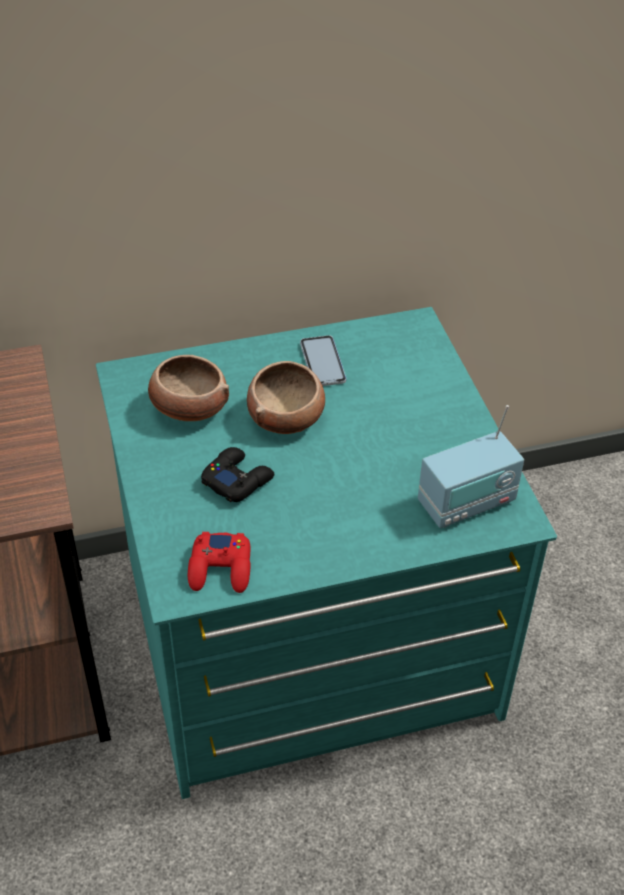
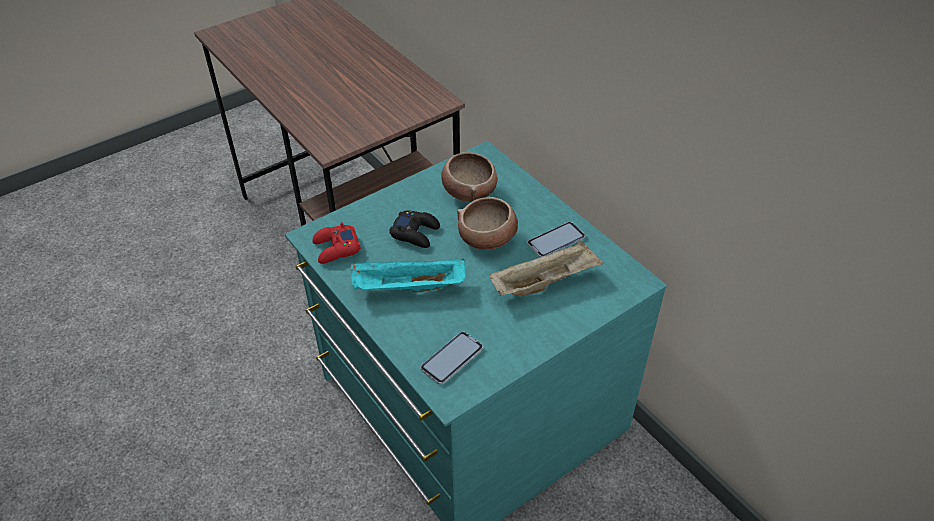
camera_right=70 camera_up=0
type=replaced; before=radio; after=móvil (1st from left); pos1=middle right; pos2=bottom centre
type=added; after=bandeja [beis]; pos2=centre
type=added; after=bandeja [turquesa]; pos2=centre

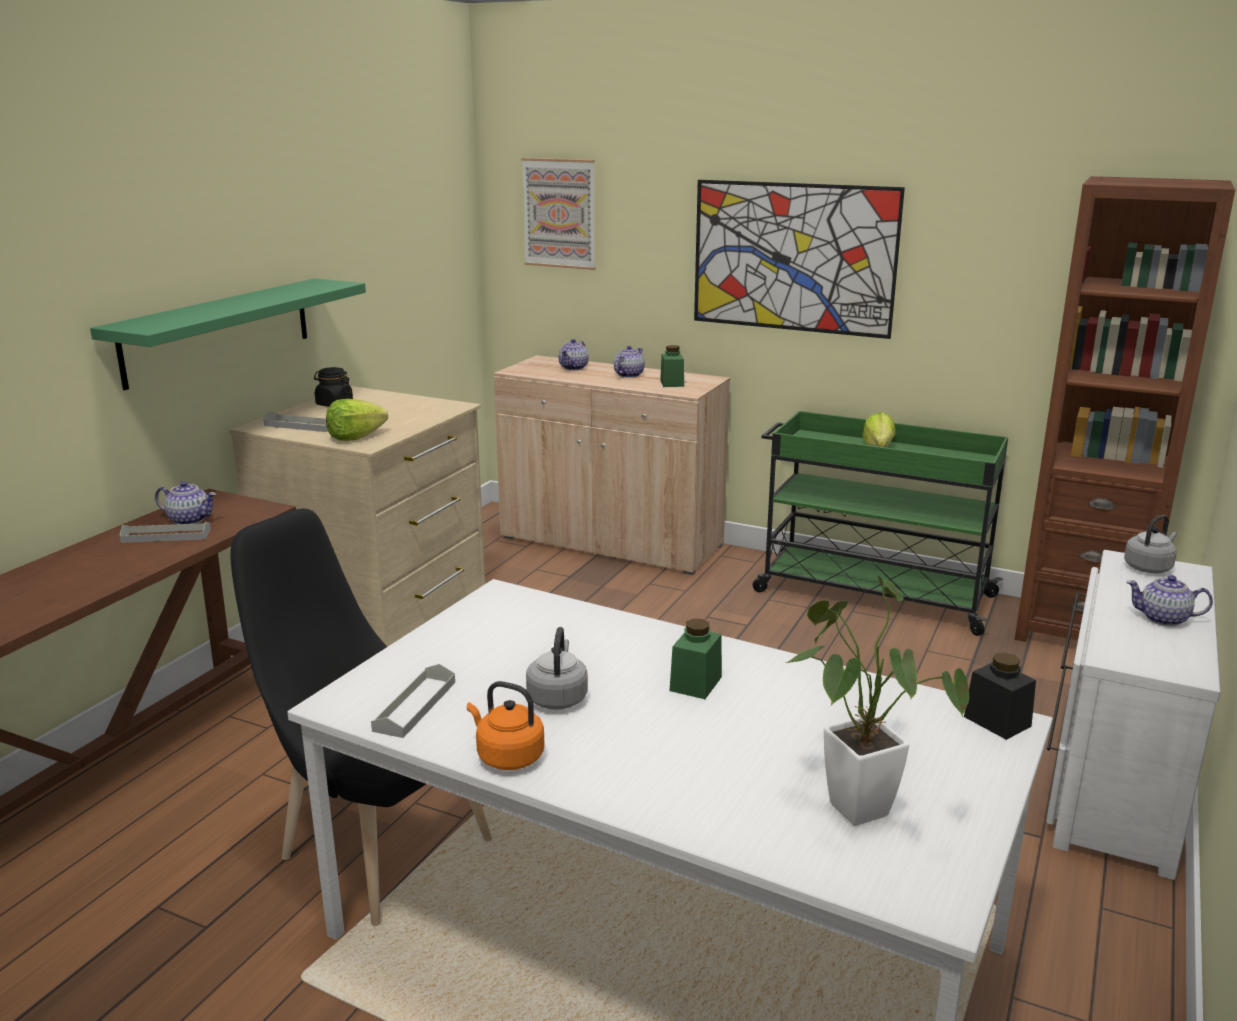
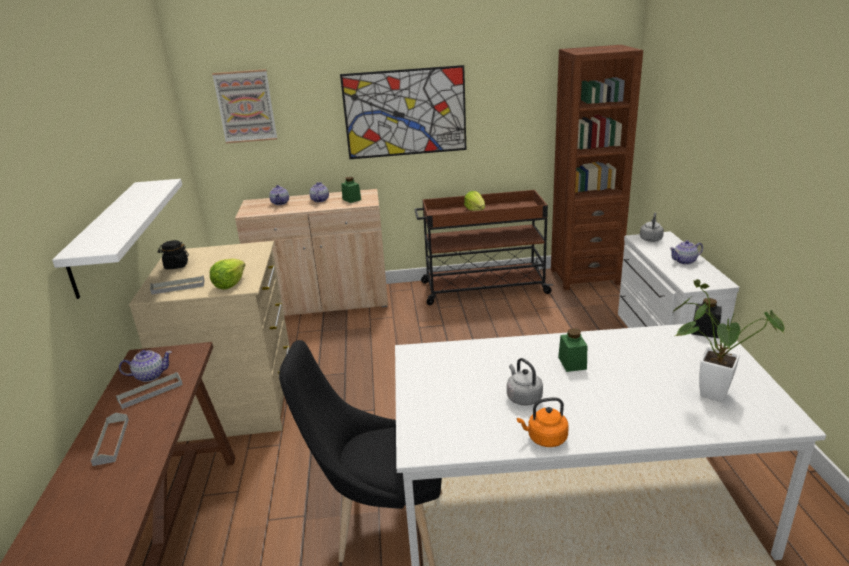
camera_right=-30 camera_up=5
type=recoloured; before=estante [verde]; after=estante [blanco]; pos1=top left; pos2=middle left
type=recoloured; before=carrito [verde]; after=carrito [marrón]; pos1=middle right; pos2=centre
type=moved; before=bandeja [gris] (3rd from left in the first image); after=bandeja [gris] (1st from left); pos1=bottom centre; pos2=bottom left

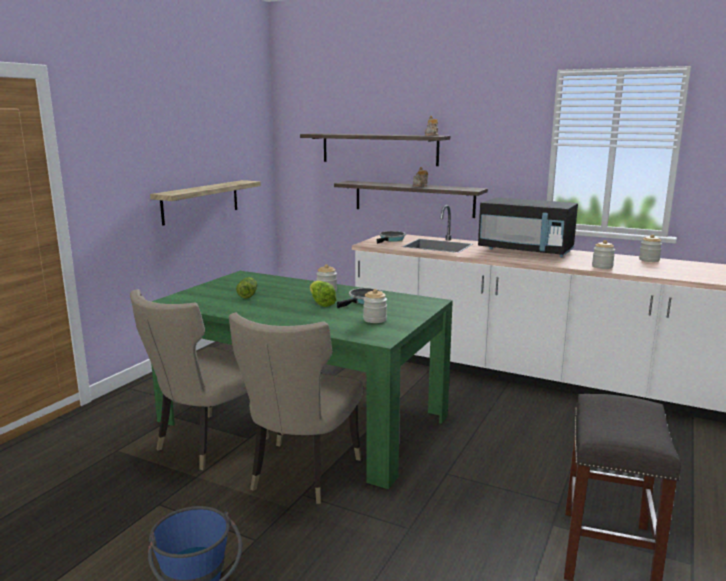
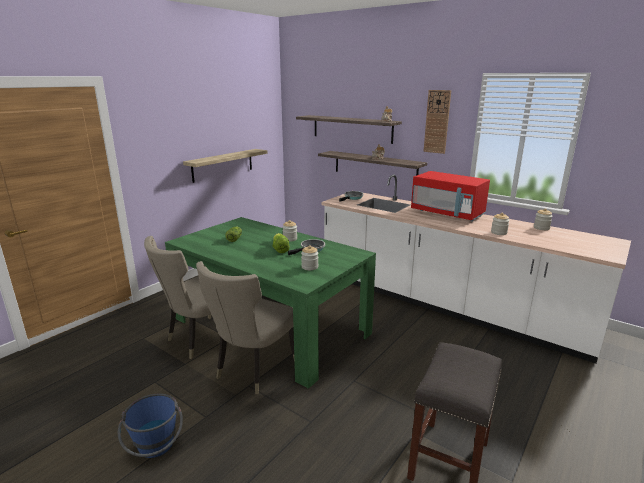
camera_right=10 camera_up=5
type=recoloured; before=microondas [negro]; after=microondas [rojo]; pos1=middle right; pos2=middle right
type=added; after=reloj de pared; pos2=top right

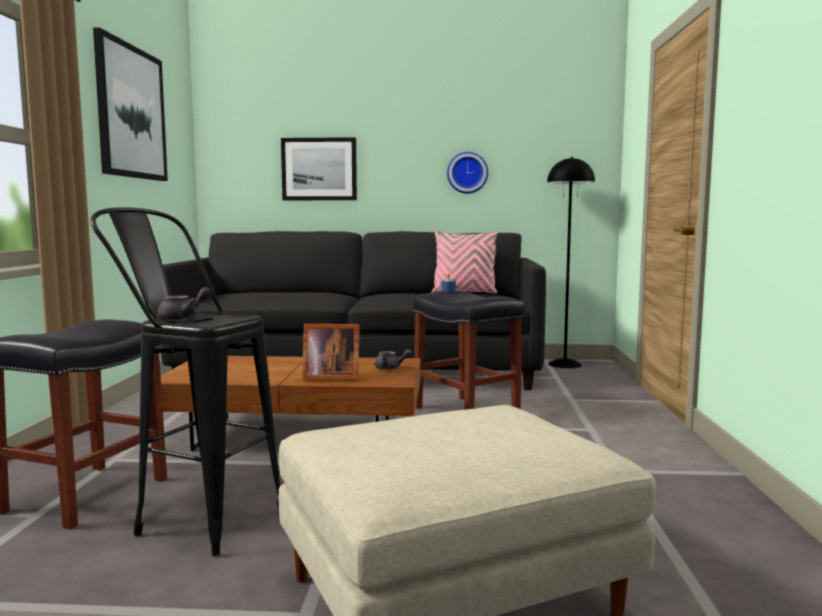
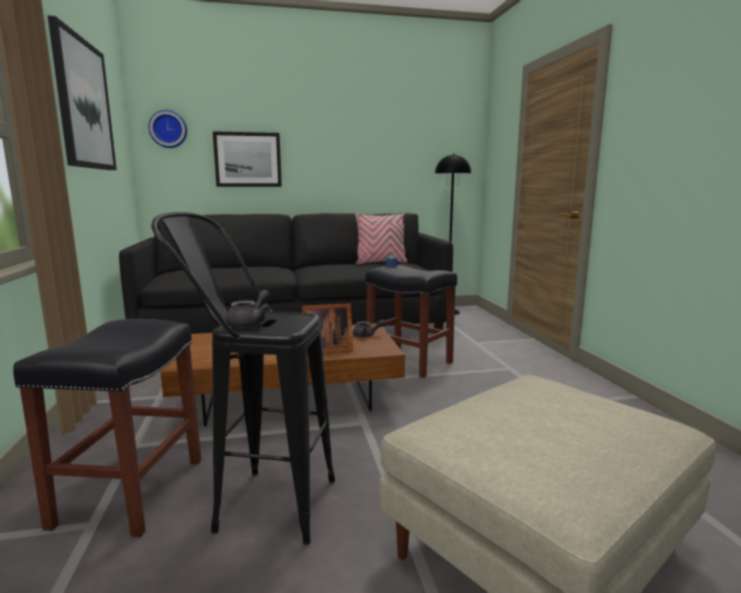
camera_right=-15 camera_up=5
type=moved; before=reloj de pared; pos1=top centre; pos2=top left

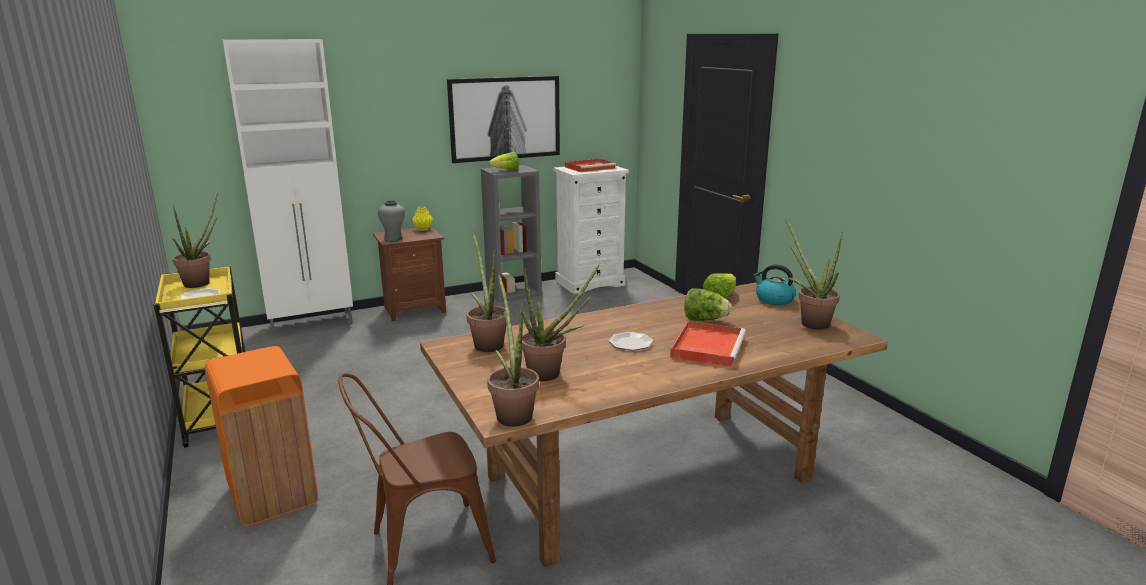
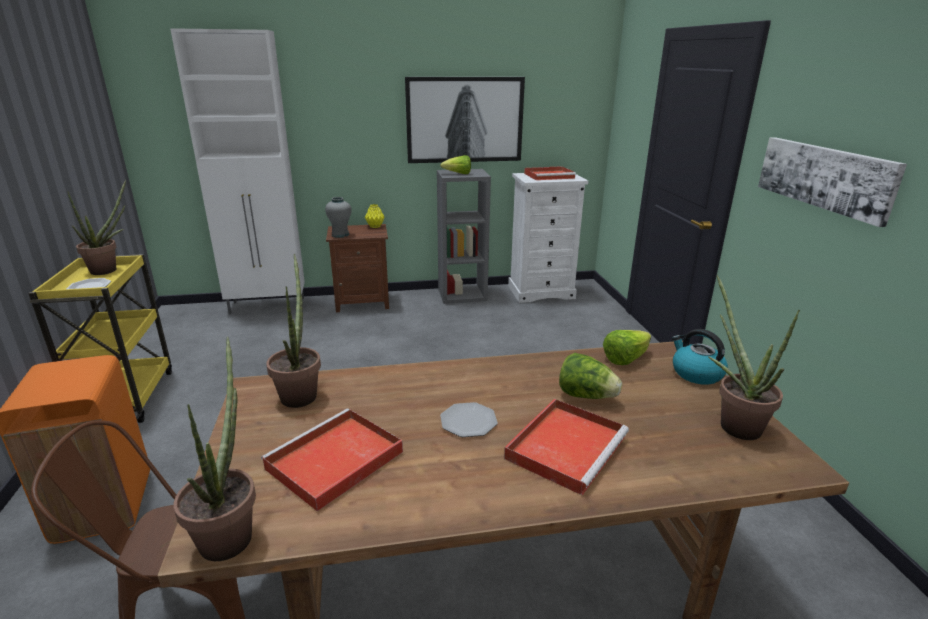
camera_right=15 camera_up=5
type=replaced; before=planta en maceta (4th from left); after=bandeja [rojo] (1st from left); pos1=centre; pos2=bottom centre
type=added; after=cuadro (2nd from left); pos2=top right

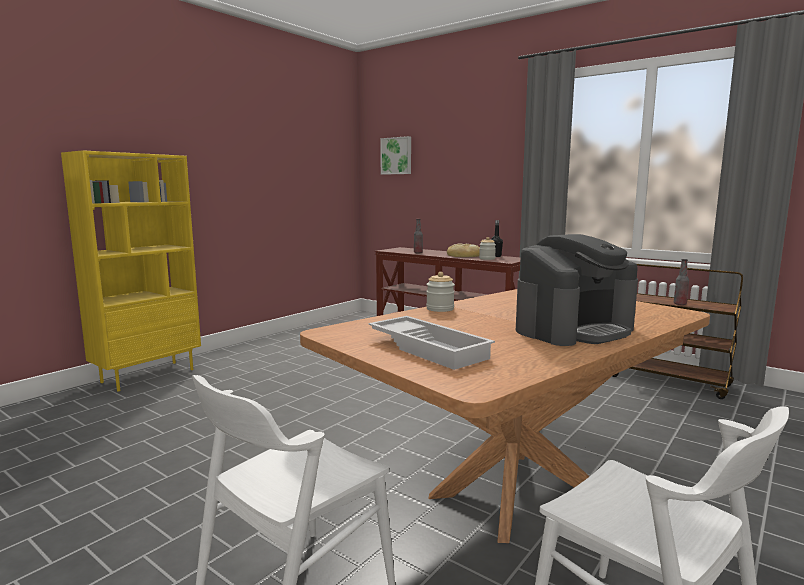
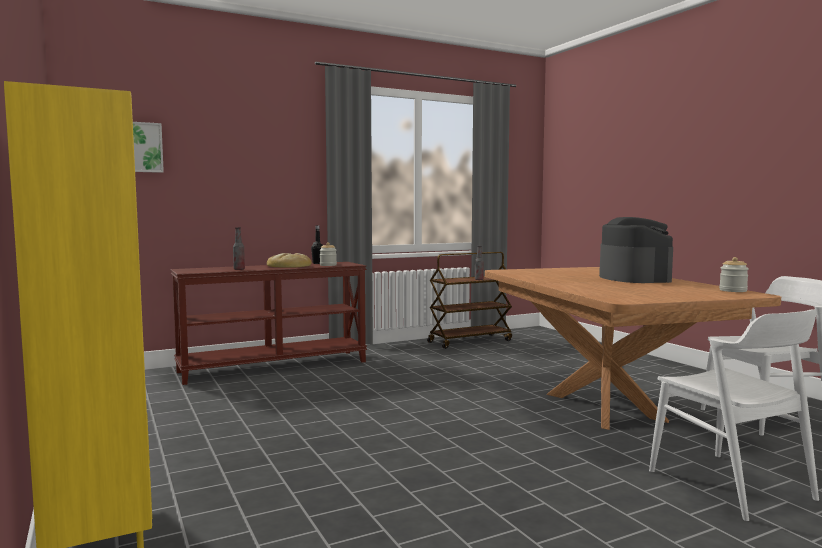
camera_right=-65 camera_up=-5
type=moved; before=tarro (1st from left in the first image); after=tarro (2nd from left); pos1=centre; pos2=middle right
type=removed; before=bandeja [blanco]; pos1=centre

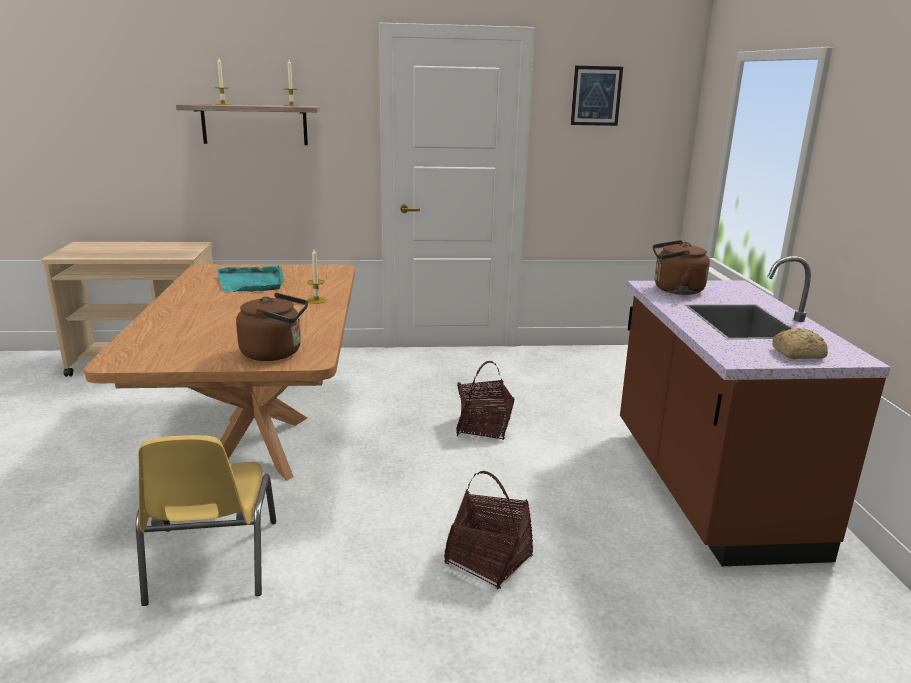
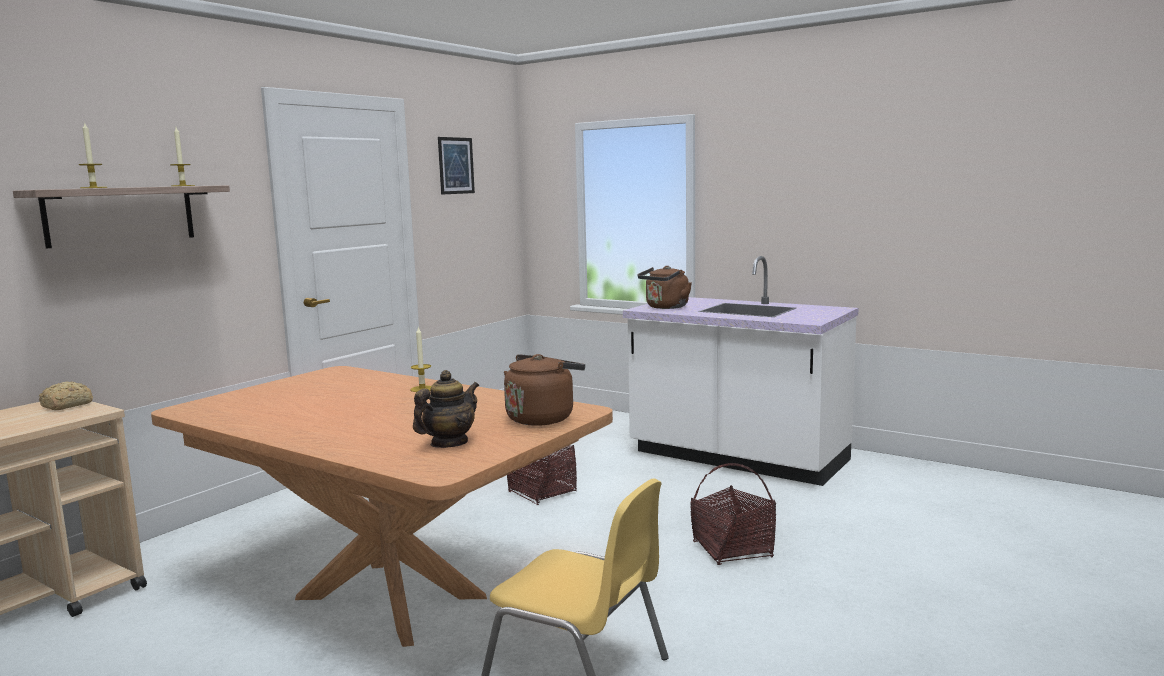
camera_right=-50 camera_up=-10
type=recoloured; before=mueble bajo de cocina [marrón]; after=mueble bajo de cocina [blanco]; pos1=middle right; pos2=centre
type=removed; before=bandeja [turquesa]; pos1=middle left
type=moved; before=pan; pos1=middle right; pos2=middle left
type=added; after=tetera; pos2=centre

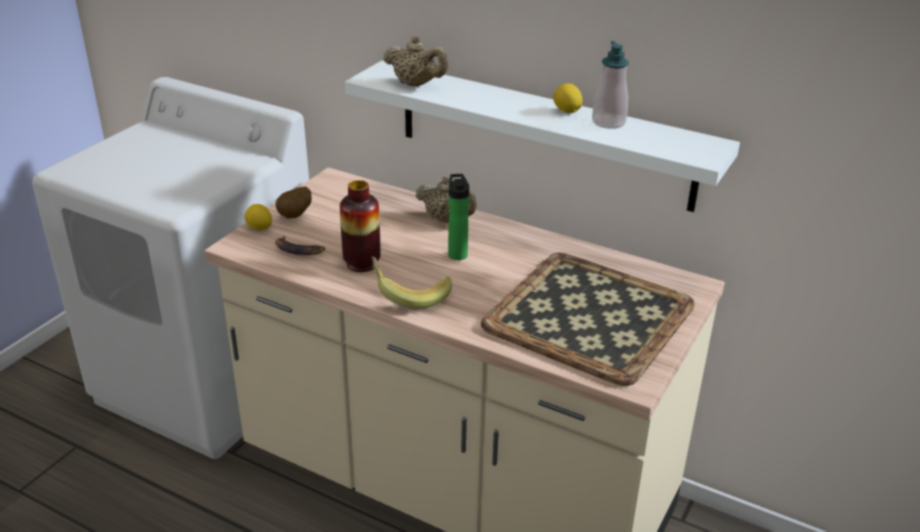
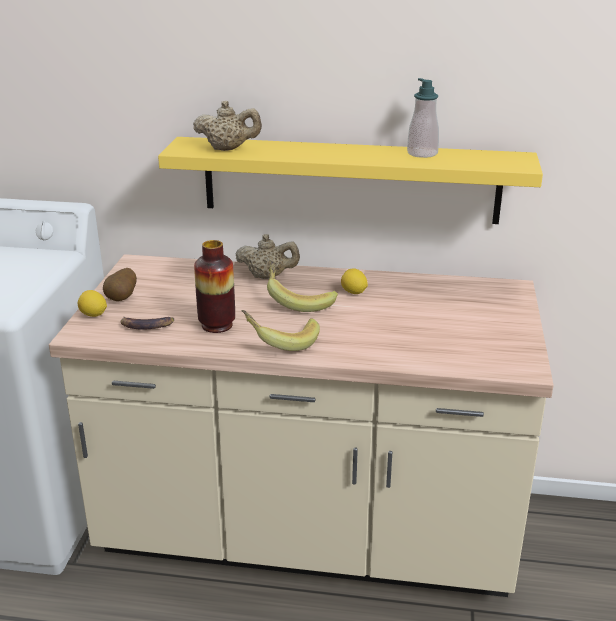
camera_right=-20 camera_up=-5
type=recoloured; before=estante [blanco]; after=estante [amarillo]; pos1=top centre; pos2=top centre
type=moved; before=limón (2nd from left); pos1=top centre; pos2=centre
type=replaced; before=botella; after=plátano (3rd from left); pos1=centre; pos2=centre
type=removed; before=bandeja; pos1=centre

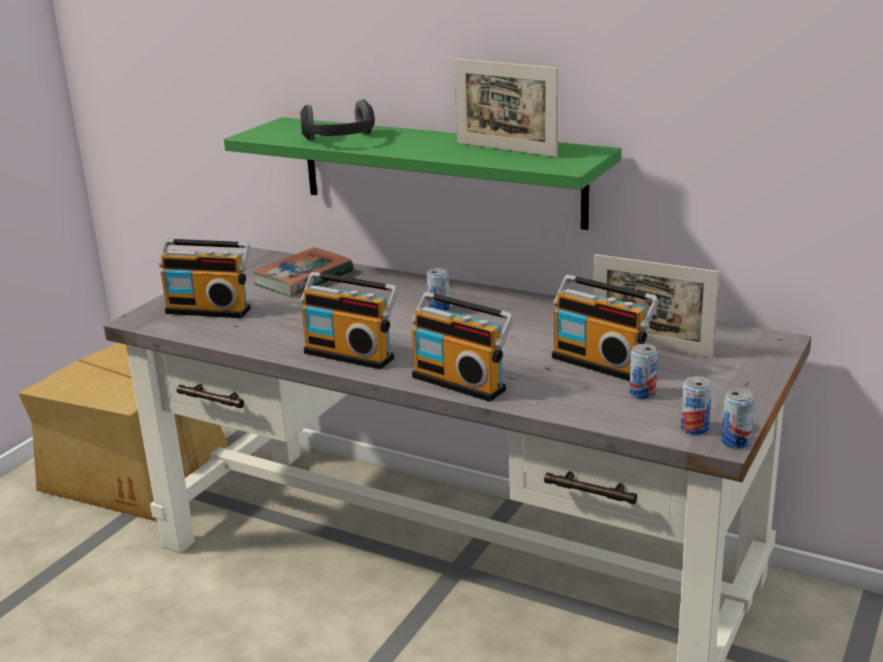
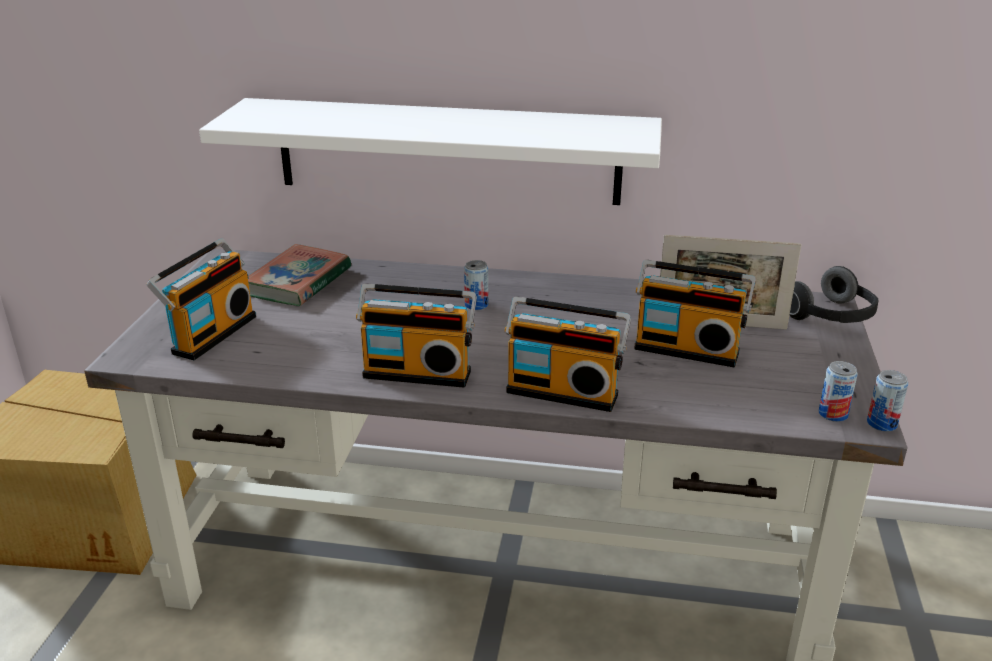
camera_right=-20 camera_up=5
type=removed; before=portarretratos (1st from left); pos1=top centre
type=moved; before=auriculares; pos1=top centre; pos2=middle right
type=recoloured; before=estante [verde]; after=estante [blanco]; pos1=top centre; pos2=top centre
type=turned; before=radio (1st from left); pos1=middle left; pos2=middle left; turn=-60
type=removed; before=lata (2nd from left); pos1=middle right

